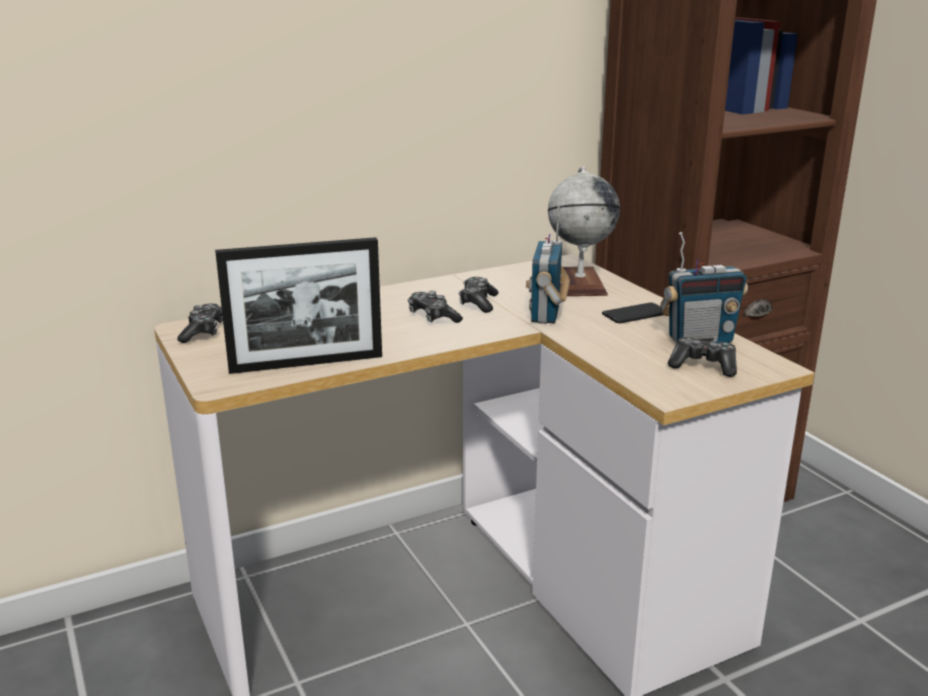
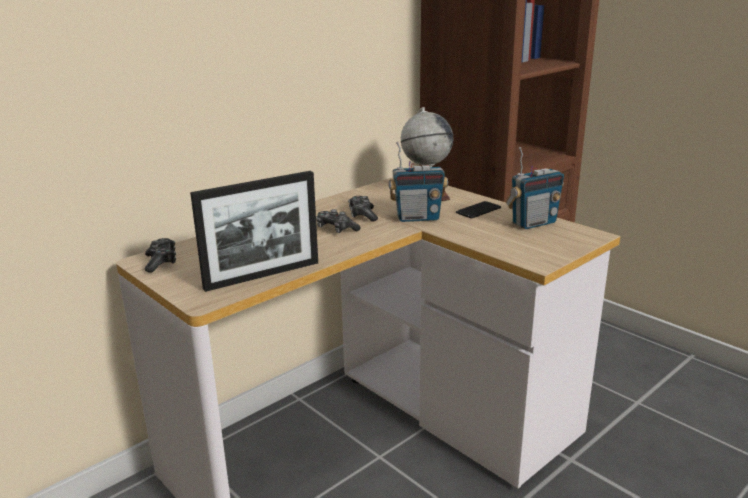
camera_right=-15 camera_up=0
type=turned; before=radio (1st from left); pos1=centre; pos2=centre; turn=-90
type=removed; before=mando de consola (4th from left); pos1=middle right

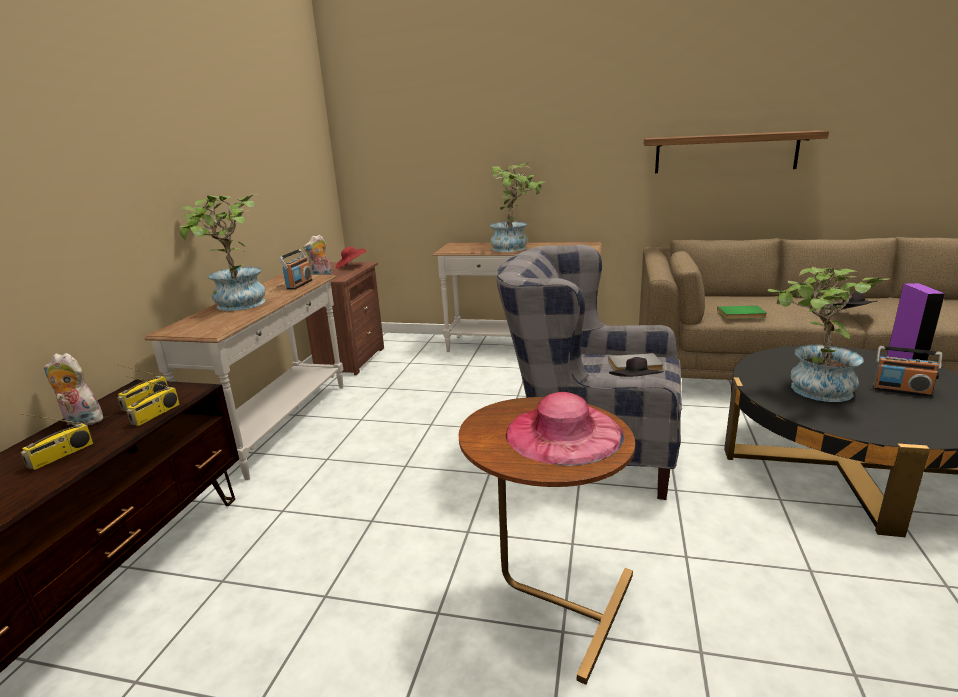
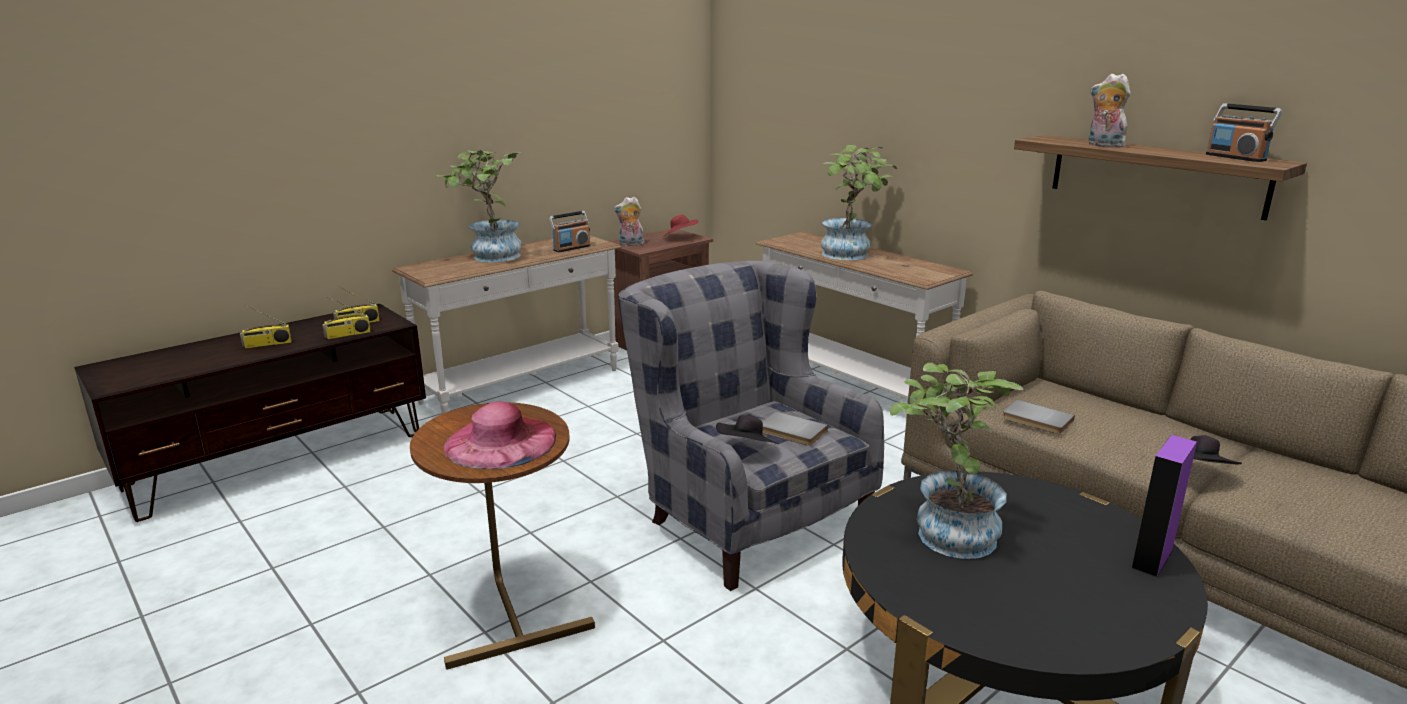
camera_right=35 camera_up=0
type=recoloured; before=libro [verde]; after=libro [gris] (2nd from left); pos1=middle right; pos2=middle right
type=moved; before=radio (5th from left); pos1=middle right; pos2=top right
type=moved; before=peluche (1st from left in the first image); after=peluche (2nd from left); pos1=middle left; pos2=top right

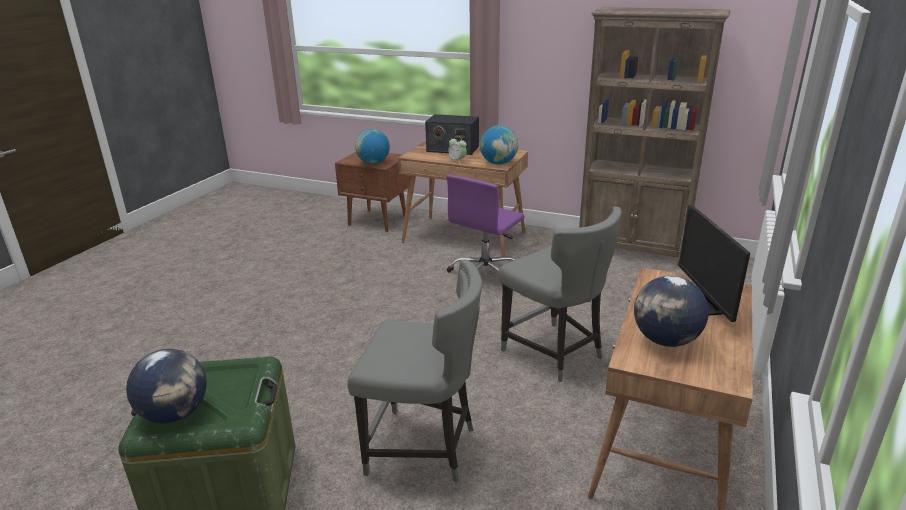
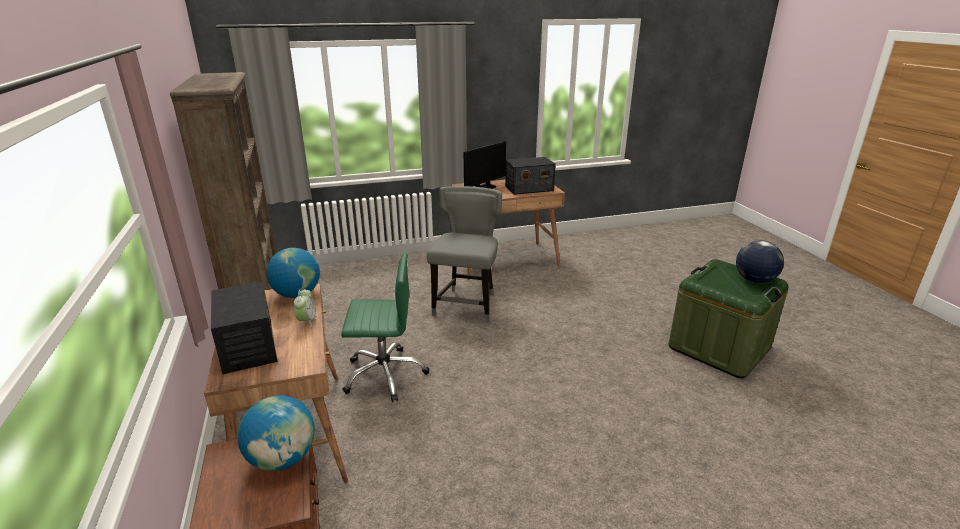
camera_right=-130 camera_up=0
type=recoloured; before=silla de oficina [morado]; after=silla de oficina [verde]; pos1=centre; pos2=centre
type=removed; before=silla [gris] (1st from left); pos1=bottom centre
type=replaced; before=globo terráqueo (4th from left); after=radio (2nd from left); pos1=middle right; pos2=top centre

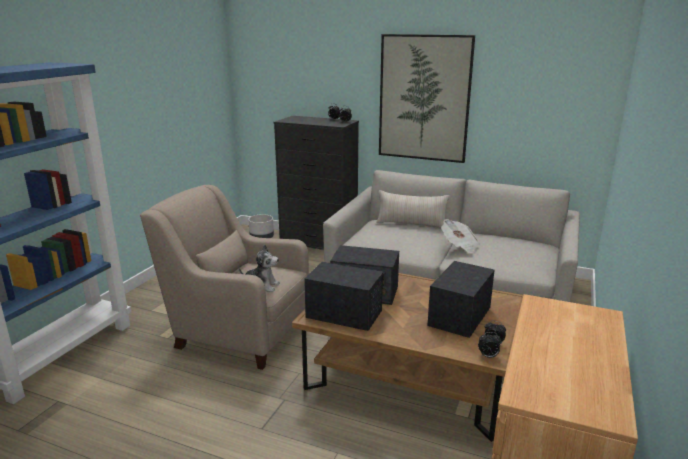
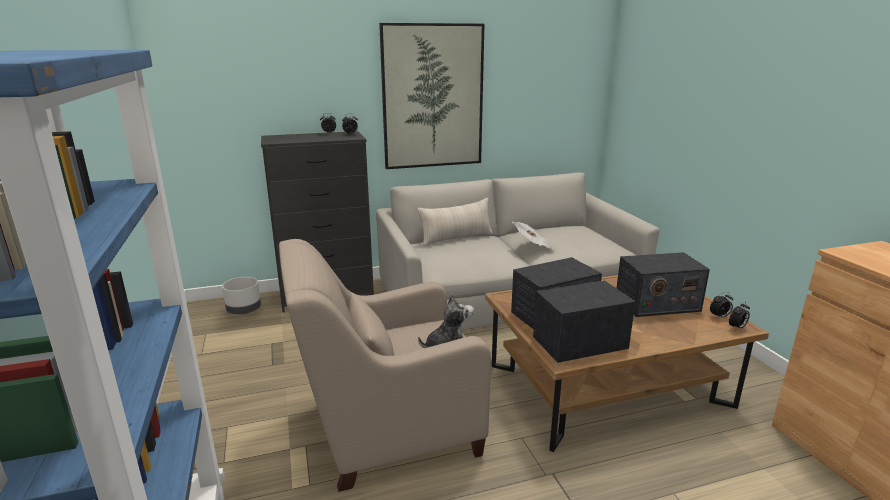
camera_right=-40 camera_up=0
type=turned; before=radio (3rd from left); pos1=middle right; pos2=middle right; turn=-90

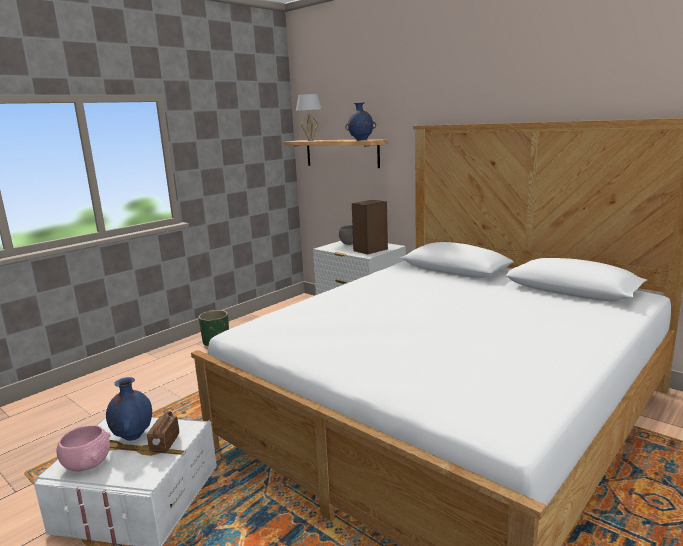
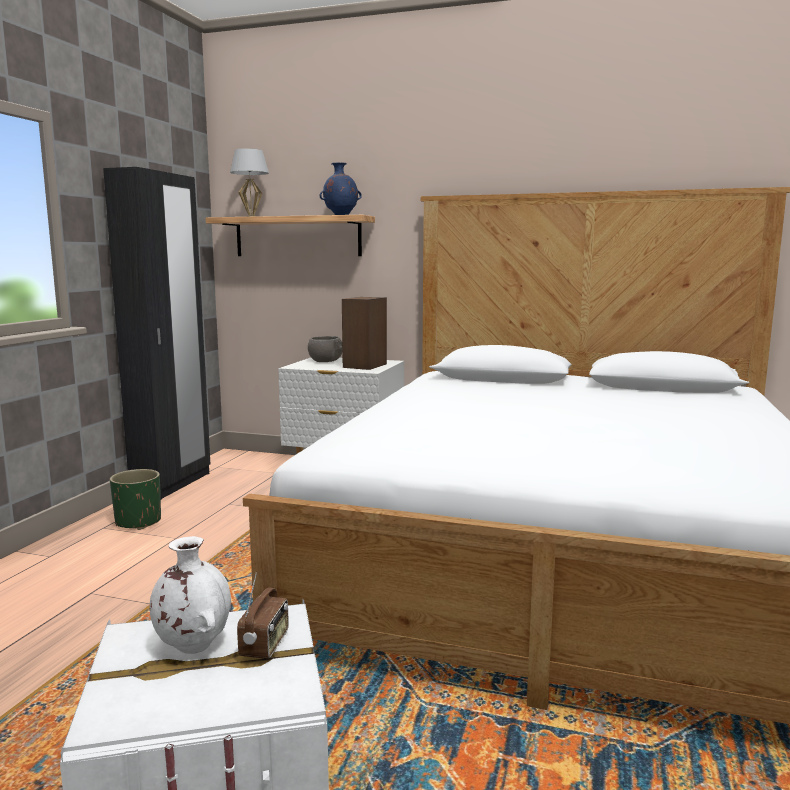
camera_right=-25 camera_up=-5
type=recoloured; before=florero [azul] (1st from left); after=florero [blanco]; pos1=bottom left; pos2=bottom left
type=turned; before=radio; pos1=bottom left; pos2=bottom left; turn=-150
type=removed; before=cuenco [rosa]; pos1=bottom left
type=added; after=armario ropero [negro]; pos2=middle left

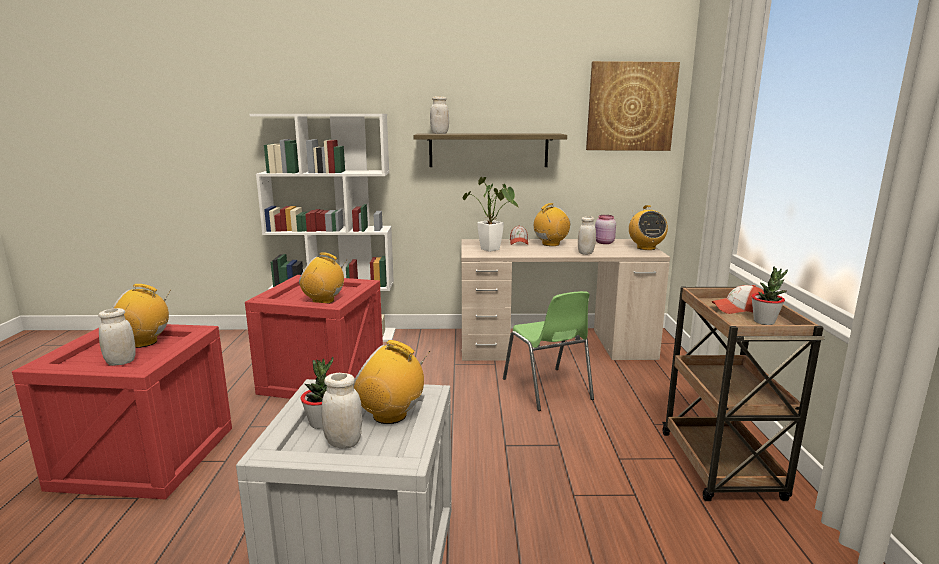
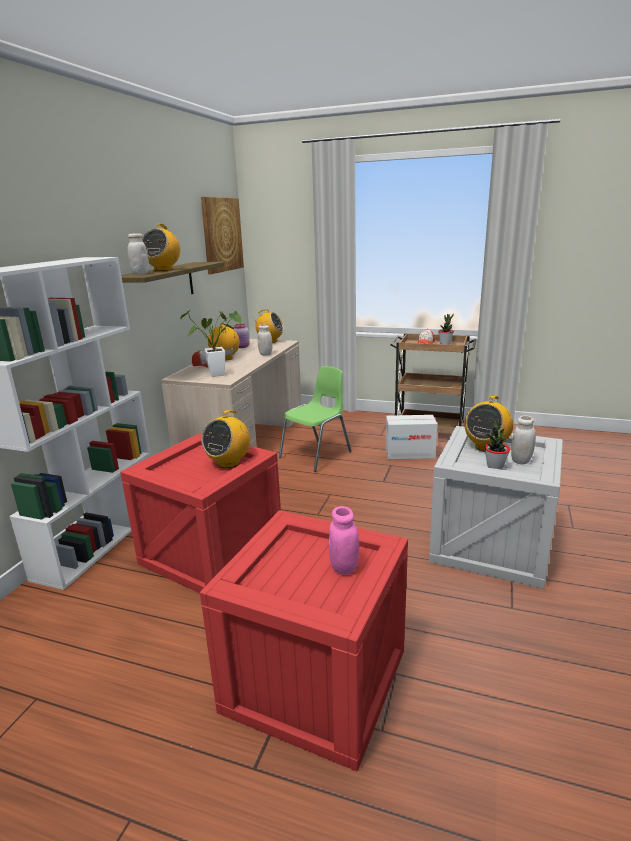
camera_right=-70 camera_up=5
type=moved; before=radio (1st from left); pos1=middle left; pos2=top left
type=turned; before=silla [verde]; pos1=centre; pos2=centre; turn=-45
type=recoloured; before=tarro [blanco] (1st from left); after=tarro [rosa] (2nd from left); pos1=middle left; pos2=centre
type=added; after=caja de cartón; pos2=centre

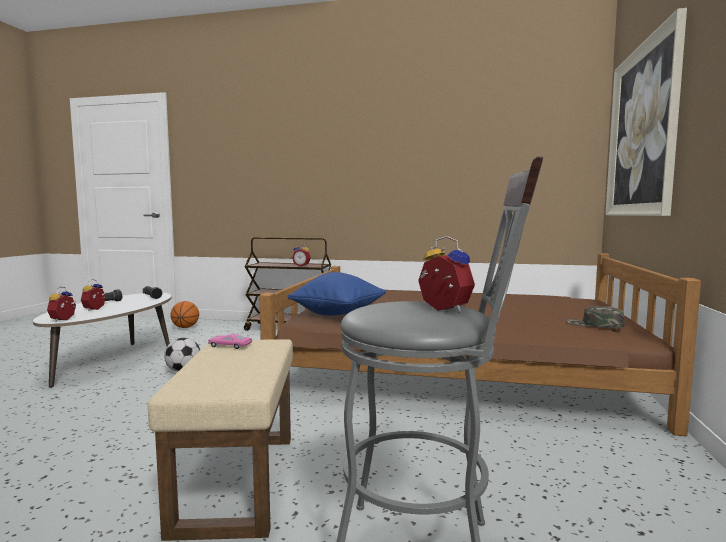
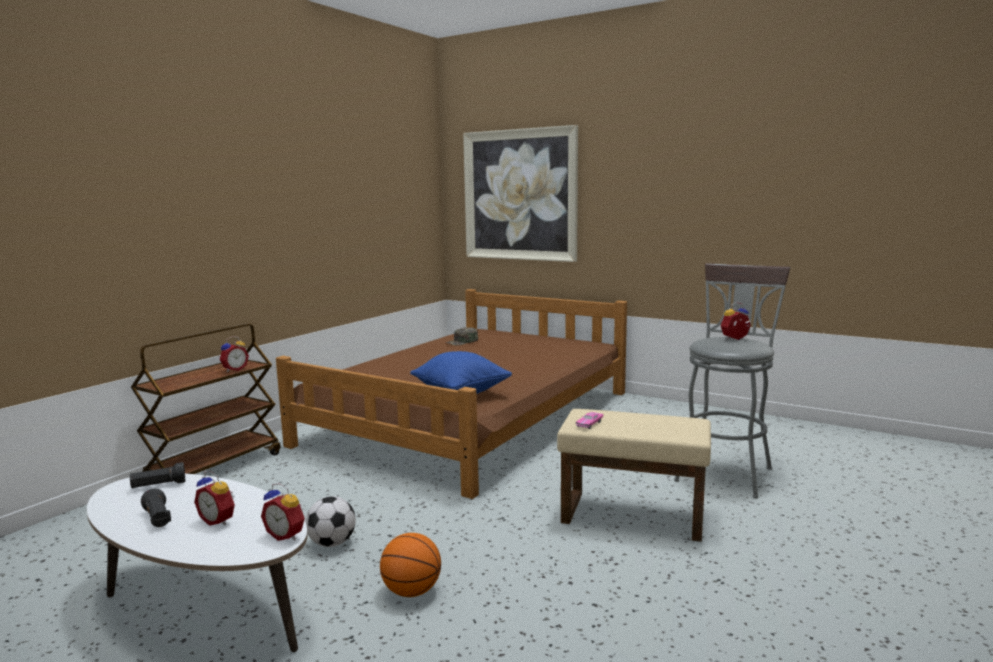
camera_right=-70 camera_up=5
type=moved; before=balón de baloncesto; pos1=middle left; pos2=bottom centre
type=moved; before=gorra [verde]; pos1=middle right; pos2=centre

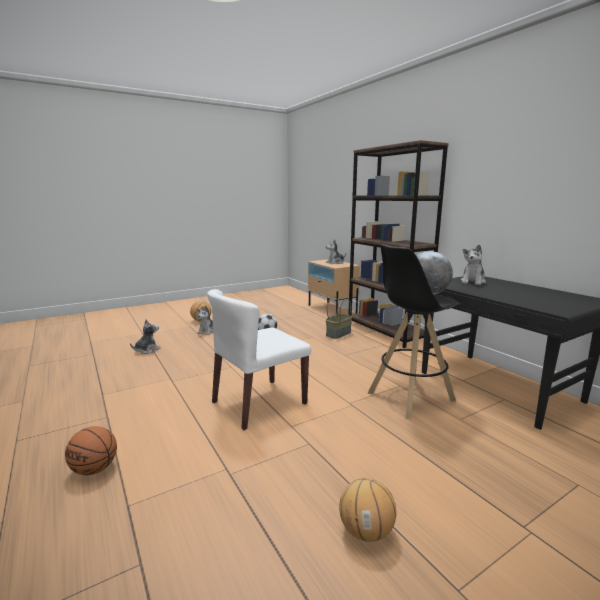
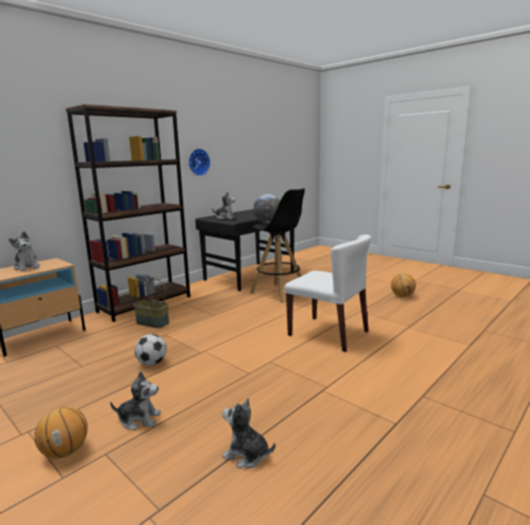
camera_right=-105 camera_up=0
type=removed; before=balón de baloncesto (1st from left); pos1=bottom left
type=added; after=reloj de pared; pos2=top centre

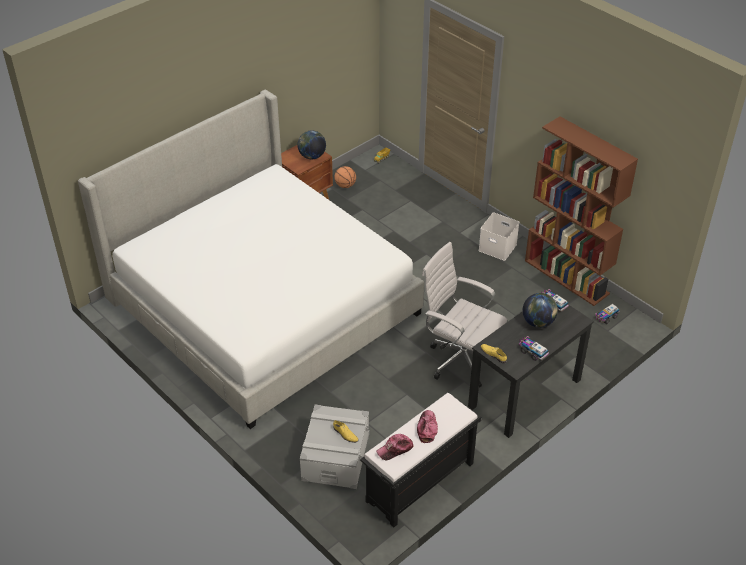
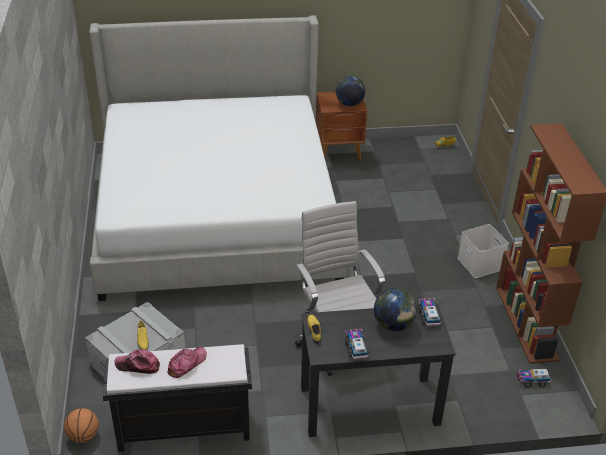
camera_right=35 camera_up=-5
type=moved; before=balón de baloncesto; pos1=top centre; pos2=bottom left

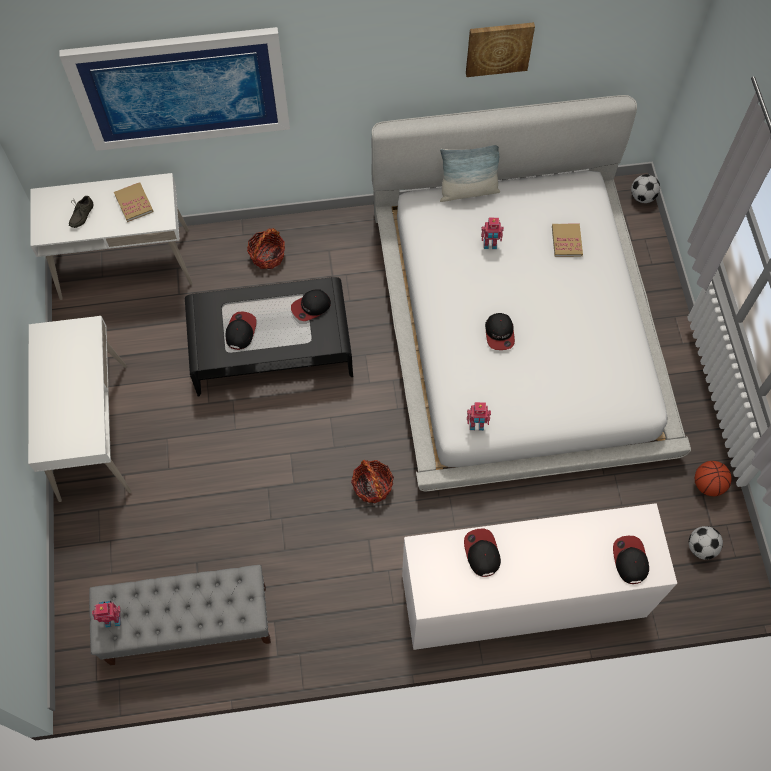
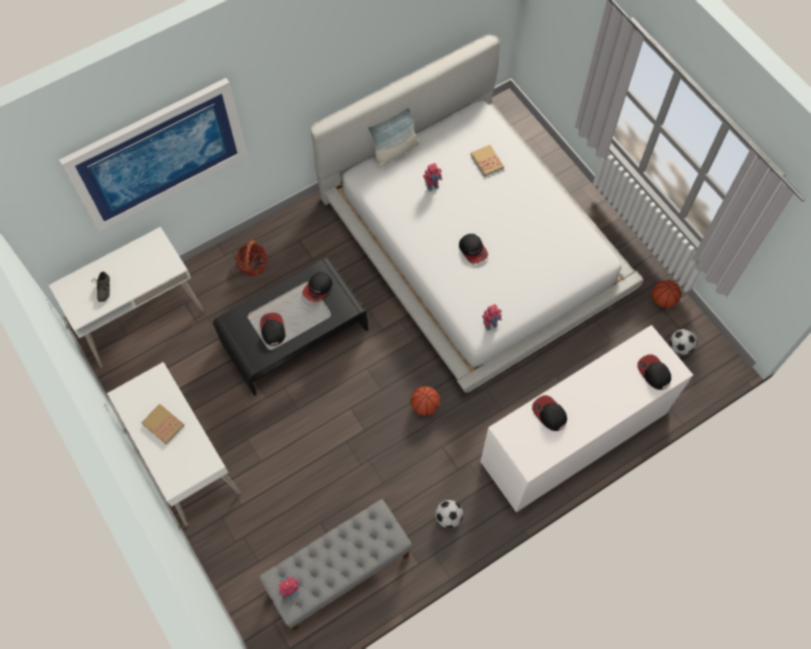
camera_right=-25 camera_up=0
type=removed; before=cuadro (2nd from left); pos1=top centre
type=moved; before=balón de fútbol (1st from left); pos1=top right; pos2=bottom centre
type=moved; before=libro (1st from left); pos1=top left; pos2=middle left
type=replaced; before=cesta (2nd from left); after=balón de baloncesto (1st from left); pos1=centre; pos2=centre

